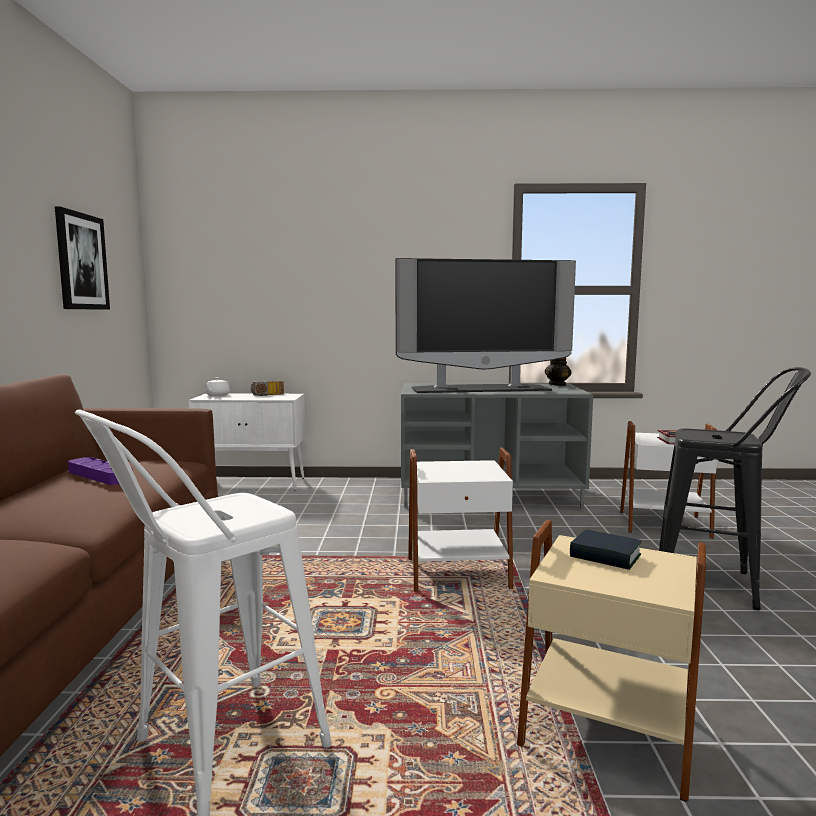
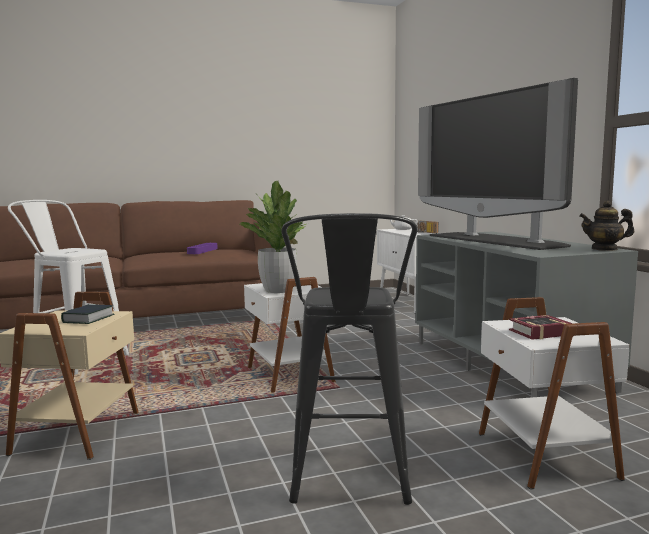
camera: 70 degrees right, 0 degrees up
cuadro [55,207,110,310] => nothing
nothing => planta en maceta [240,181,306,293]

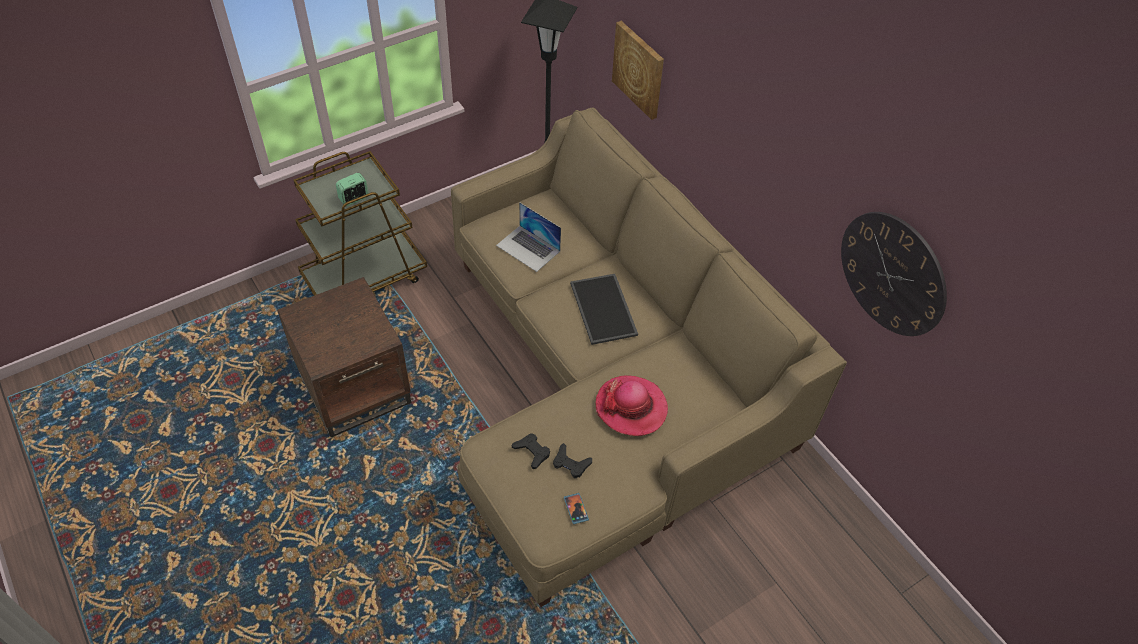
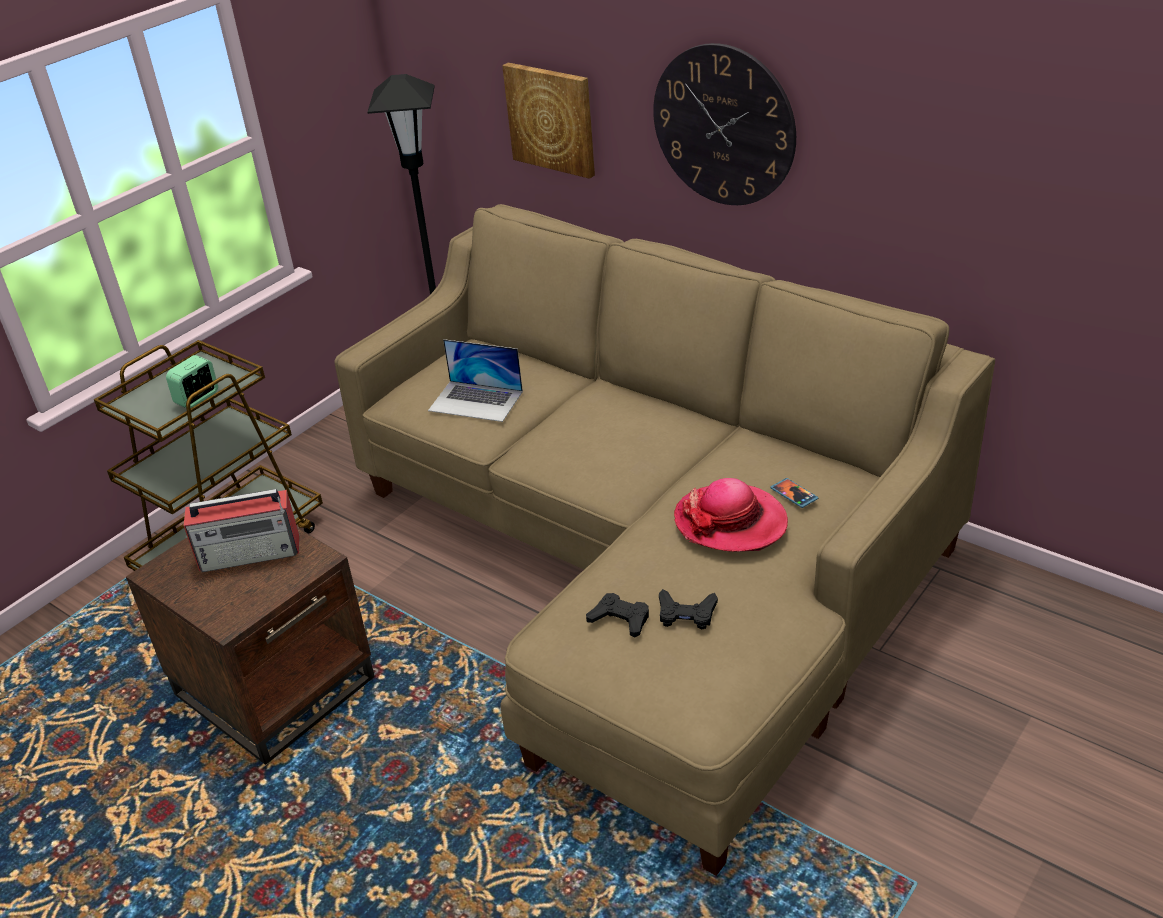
camera: 15 degrees left, 15 degrees down
bandeja [570,274,638,345] => nothing
nothing => radio [183,489,299,572]
móvil [564,493,589,524] => móvil [770,478,818,508], move
reloj de pared [841,212,947,336] => reloj de pared [653,43,796,205], move

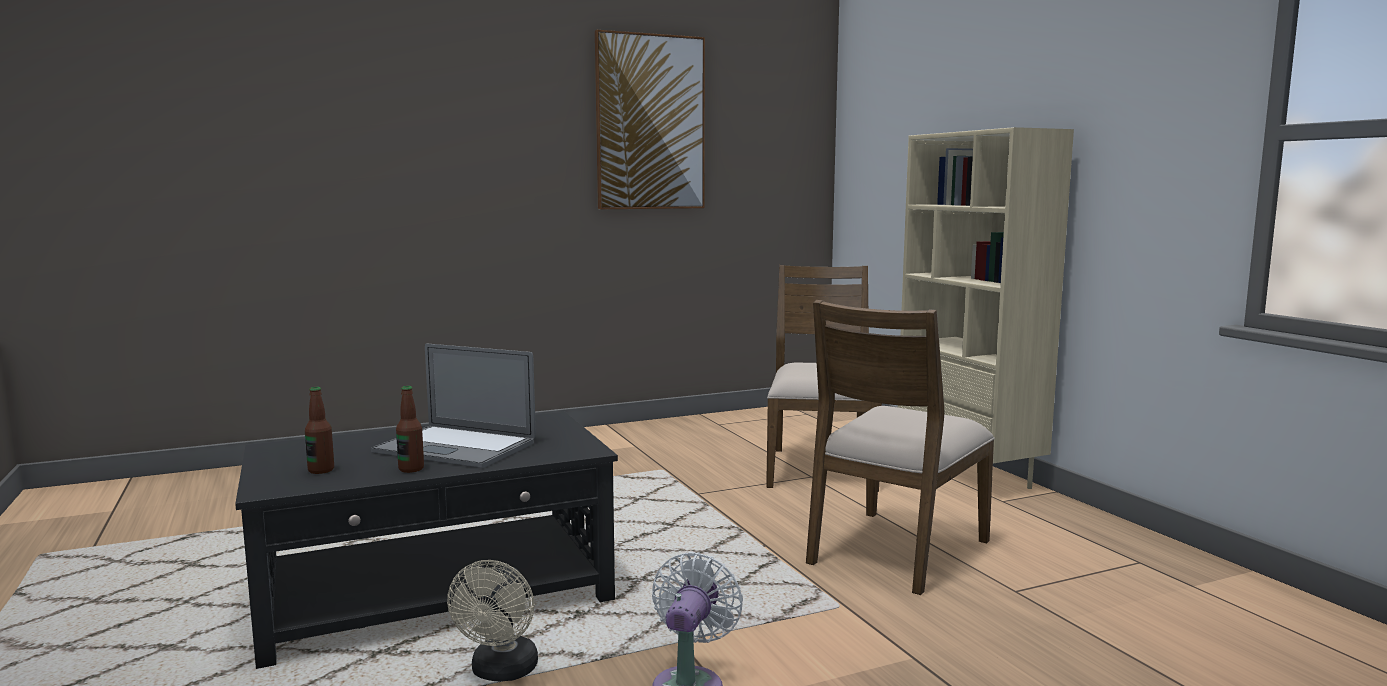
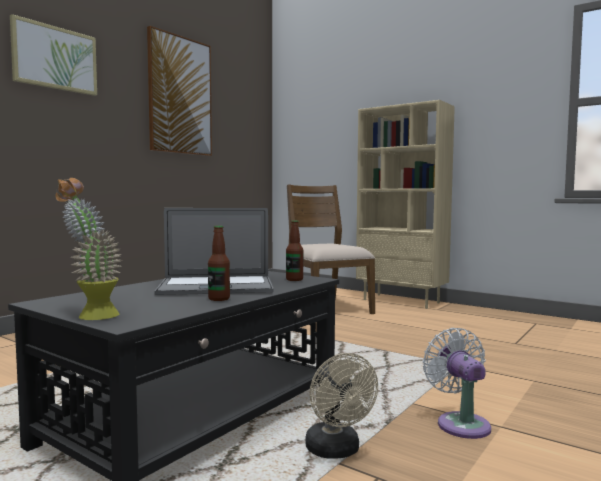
camera: 30 degrees left, 5 degrees down
silla/marrón [806,300,995,595] => nothing
nothing => cuadro [10,14,97,96]
nothing => planta en maceta [56,178,122,320]
botella [305,387,334,474] => botella [286,220,303,281], move

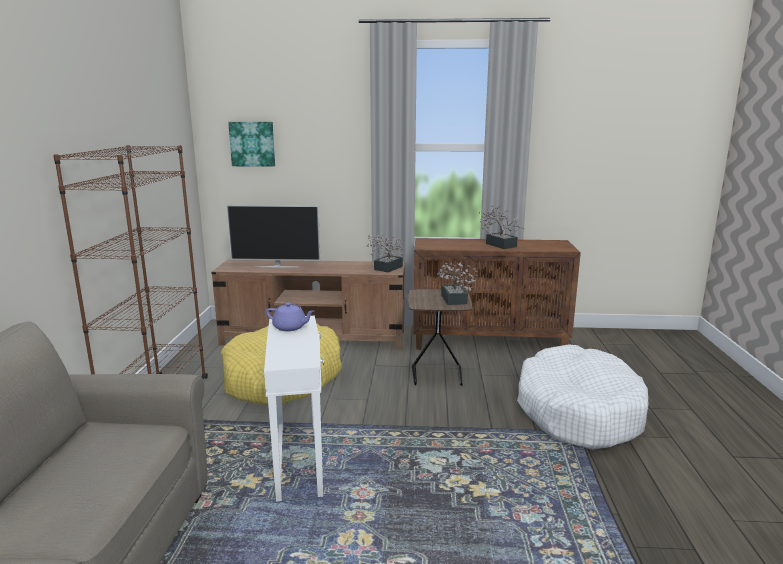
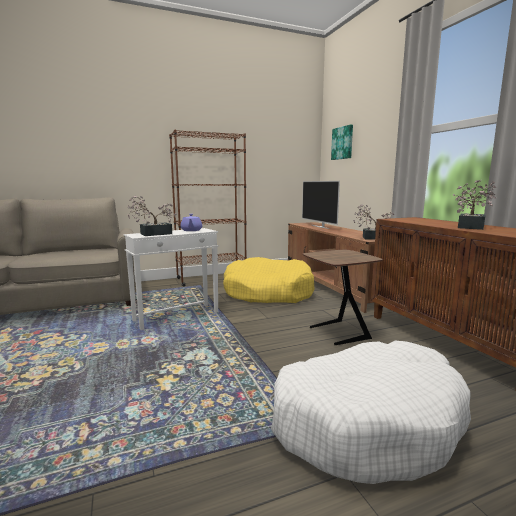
camera: 65 degrees right, 5 degrees down
planta en maceta [437,262,478,305] => planta en maceta [127,195,177,236], move

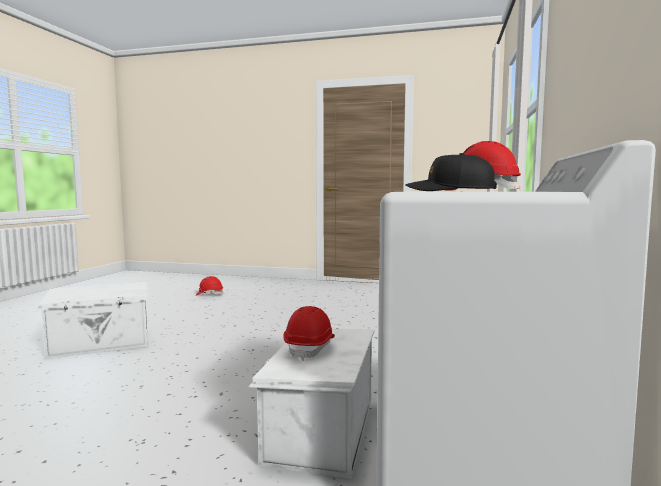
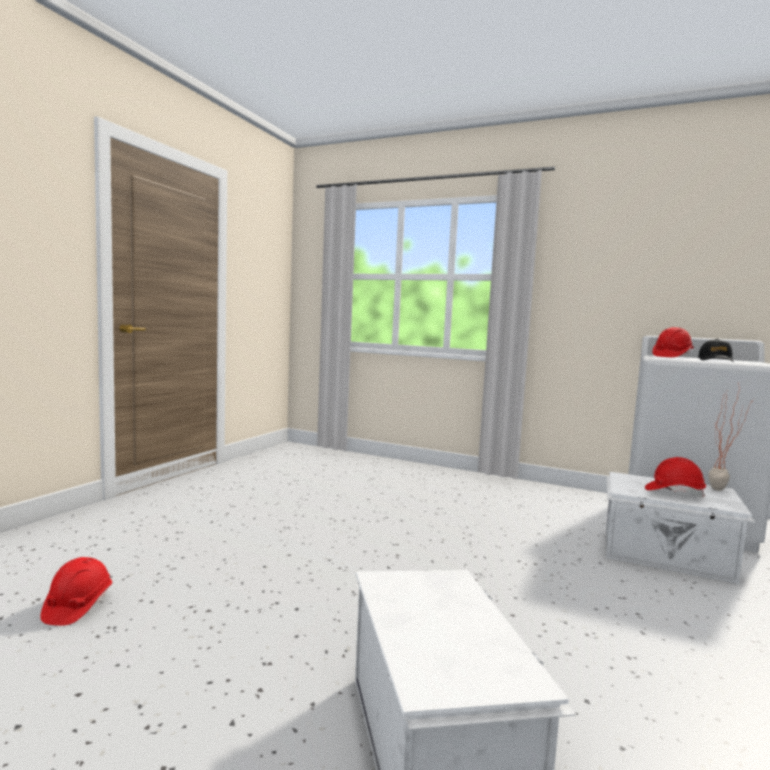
camera: 80 degrees left, 0 degrees up
nothing => planta en maceta [708,382,754,491]

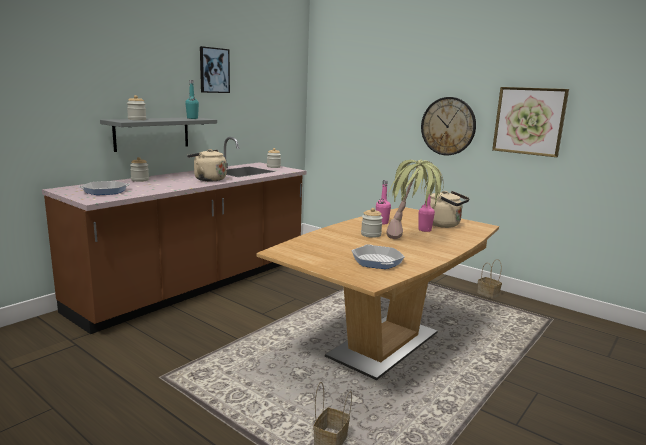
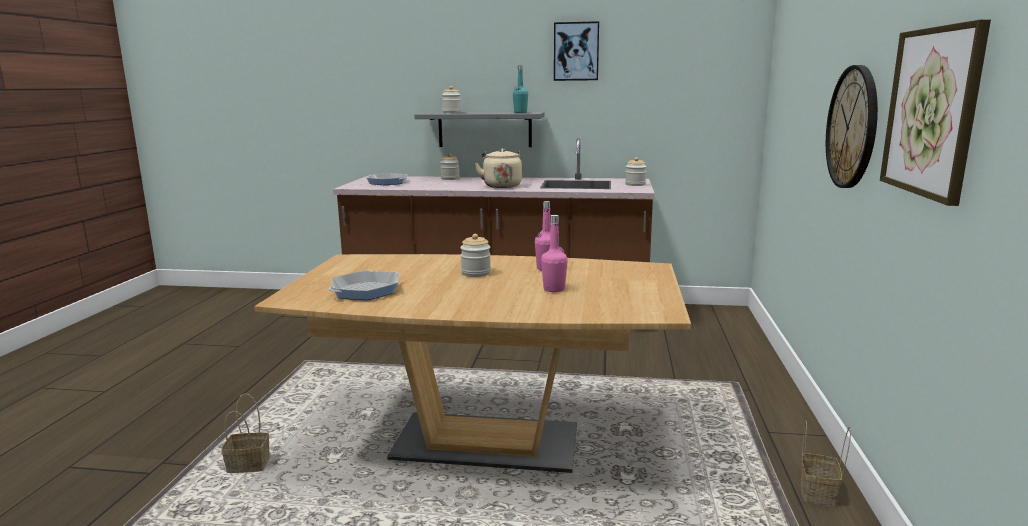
camera: 60 degrees right, 0 degrees up
planta en maceta [386,160,444,239] => nothing
hervidor/beis [430,191,470,228] => nothing

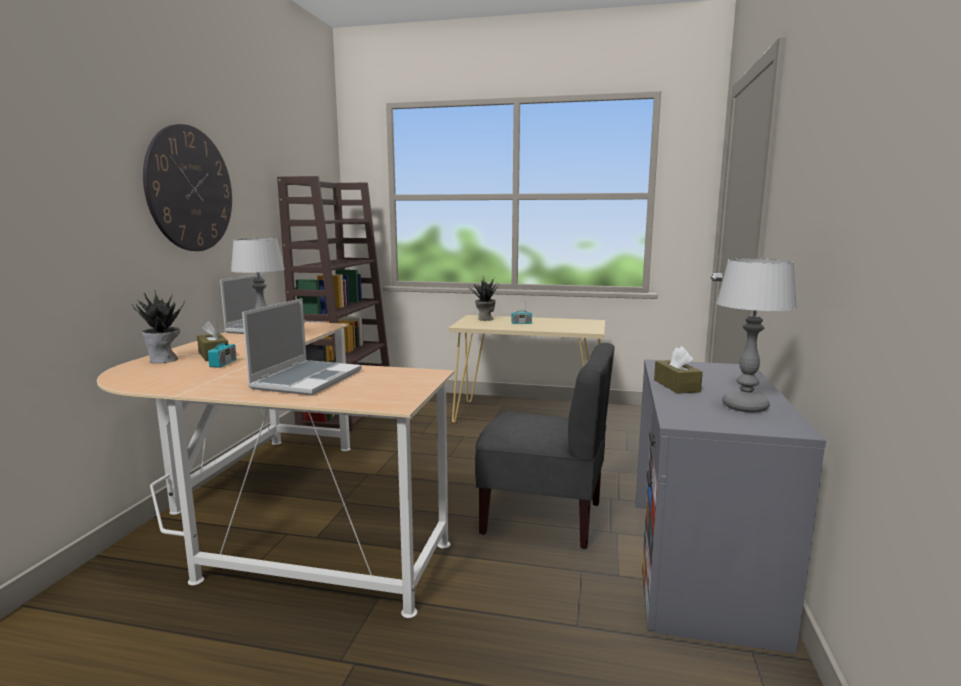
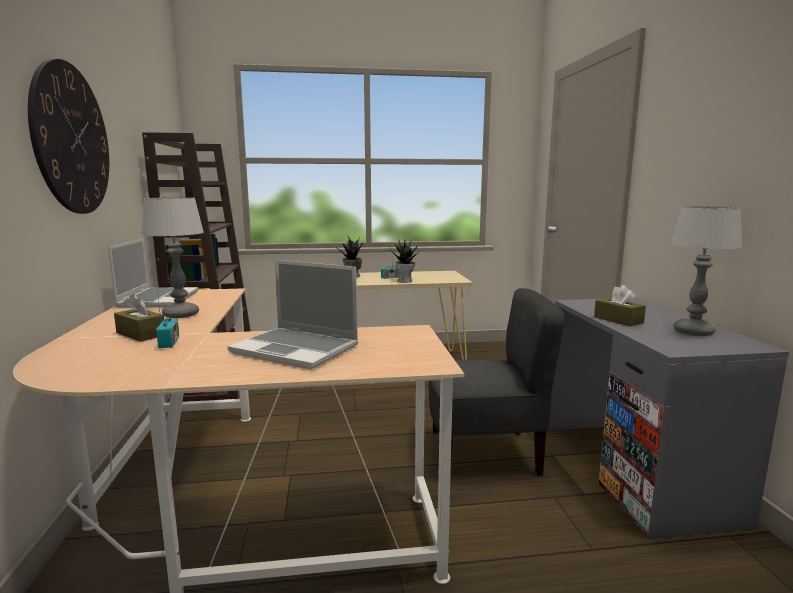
camera: 20 degrees left, 0 degrees up
planta en maceta [132,290,185,363] => planta en maceta [389,239,418,283], move
portátil [242,298,362,395] => portátil [227,260,358,370], 120 degrees clockwise

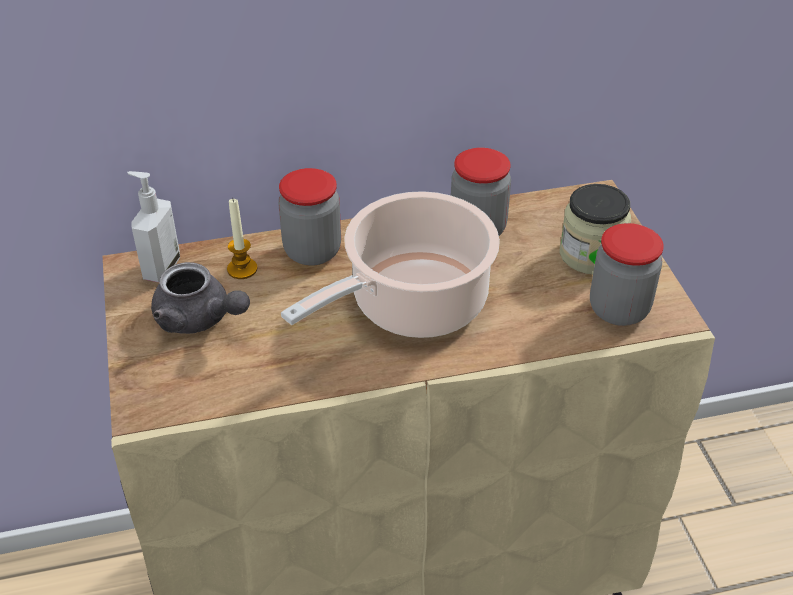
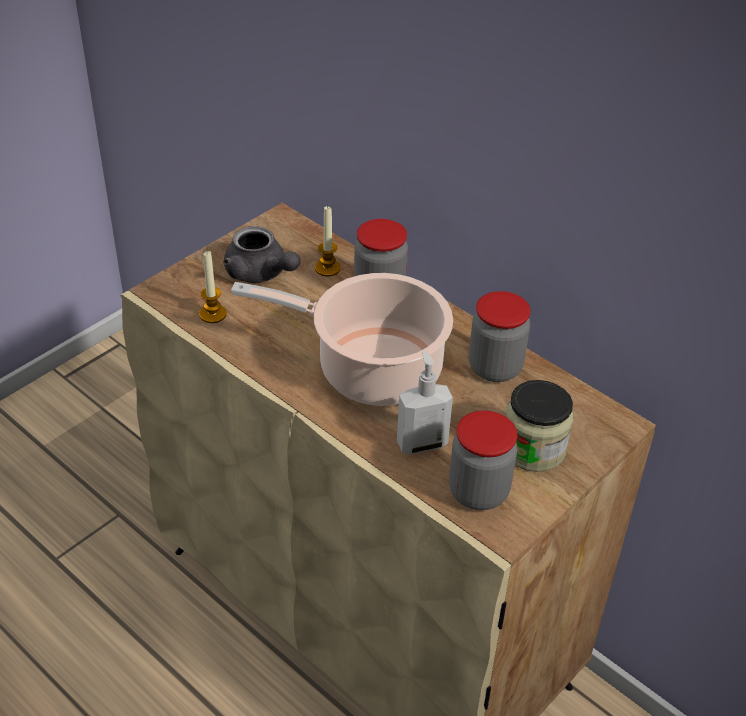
camera: 55 degrees right, 0 degrees up
nothing => vela [199,251,226,323]
dispensador de jabón [127,171,180,282] => dispensador de jabón [397,349,453,455], move
tetera/gris [151,262,250,334] => tetera/gris [223,226,301,283], 45 degrees counterclockwise

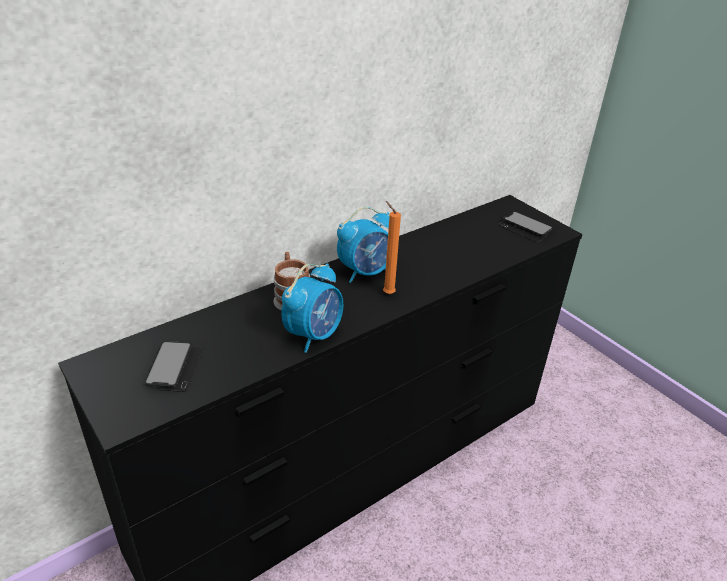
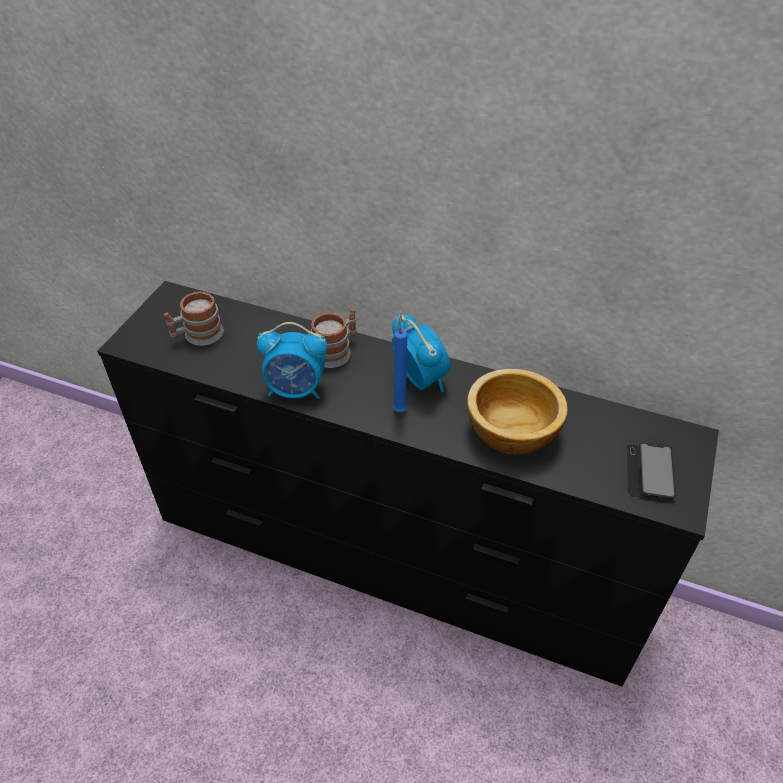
camera: 60 degrees right, 10 degrees up
nothing => cuenco [467,369,568,455]
móvil [144,341,203,392] => taza grande [164,291,224,346]
vela/naranja [383,201,401,294] => vela/azul [393,315,407,412]
despertador [337,207,389,283] => despertador [392,314,451,392], 150 degrees counterclockwise

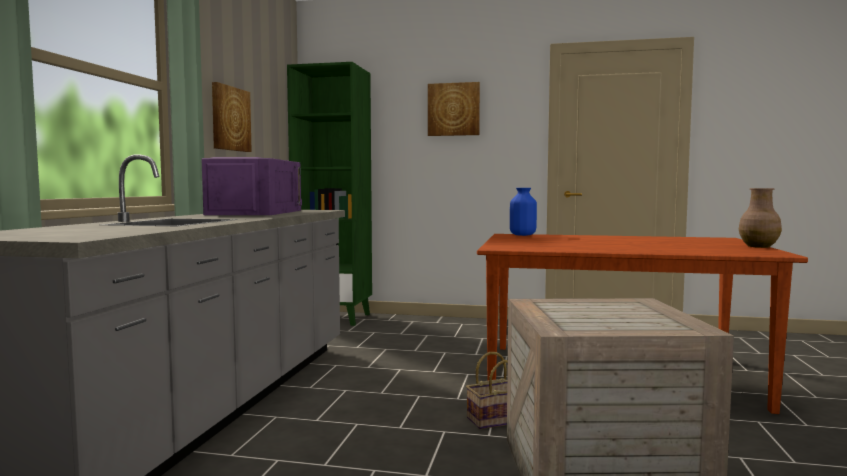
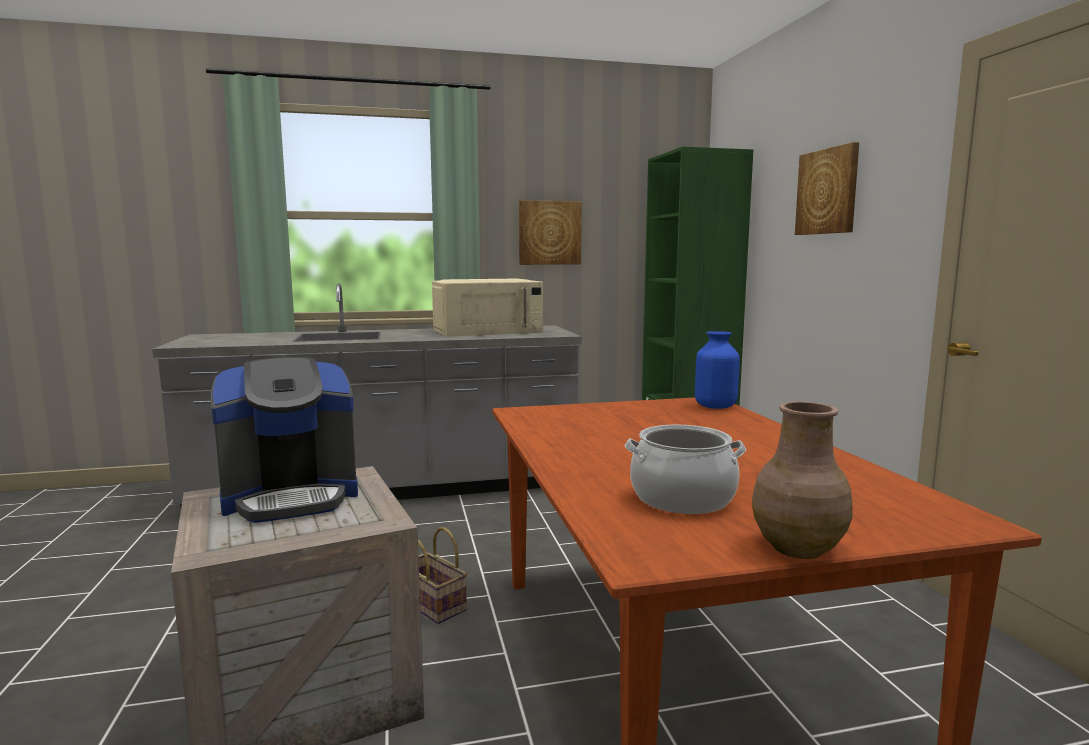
camera: 65 degrees right, 5 degrees up
nothing => cafetera [211,357,358,523]
nothing => olla [625,425,746,514]
microondas/morado [202,157,302,215] => microondas/beis [432,279,543,337]

